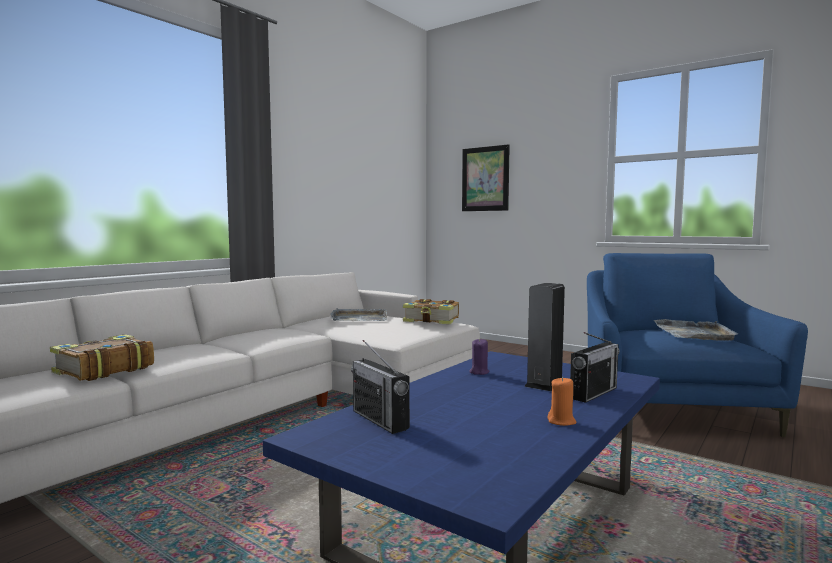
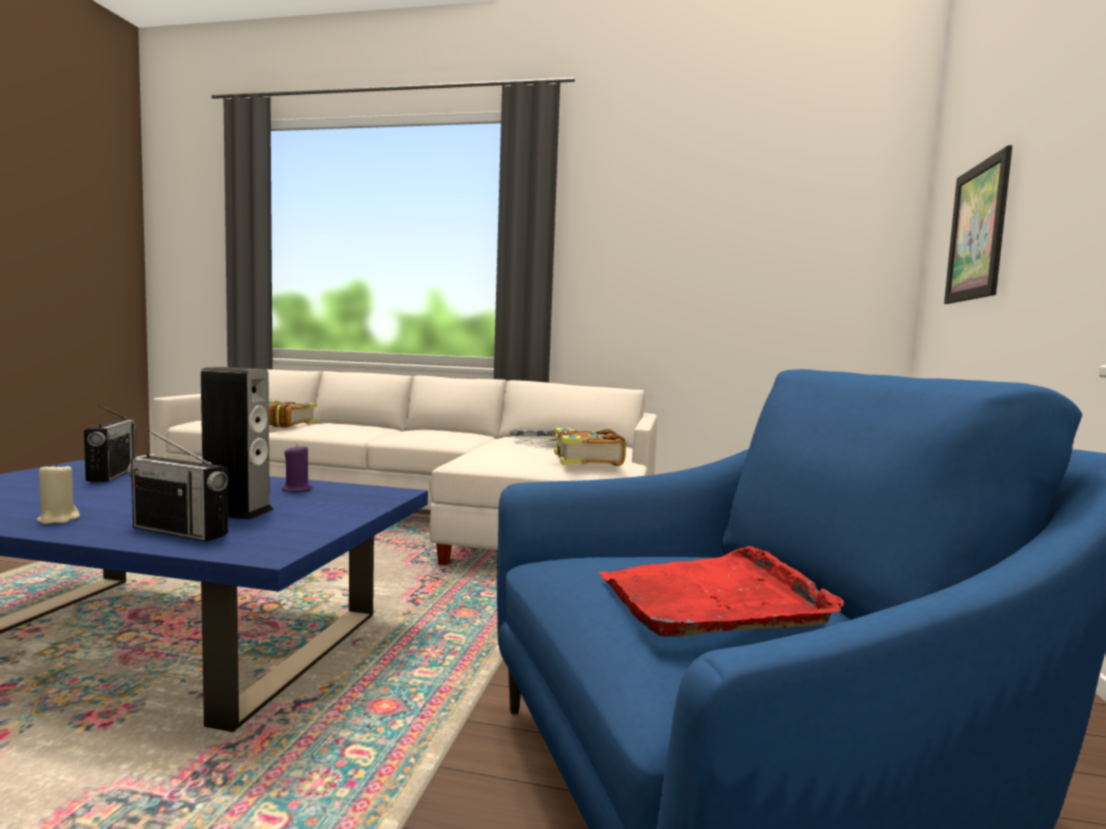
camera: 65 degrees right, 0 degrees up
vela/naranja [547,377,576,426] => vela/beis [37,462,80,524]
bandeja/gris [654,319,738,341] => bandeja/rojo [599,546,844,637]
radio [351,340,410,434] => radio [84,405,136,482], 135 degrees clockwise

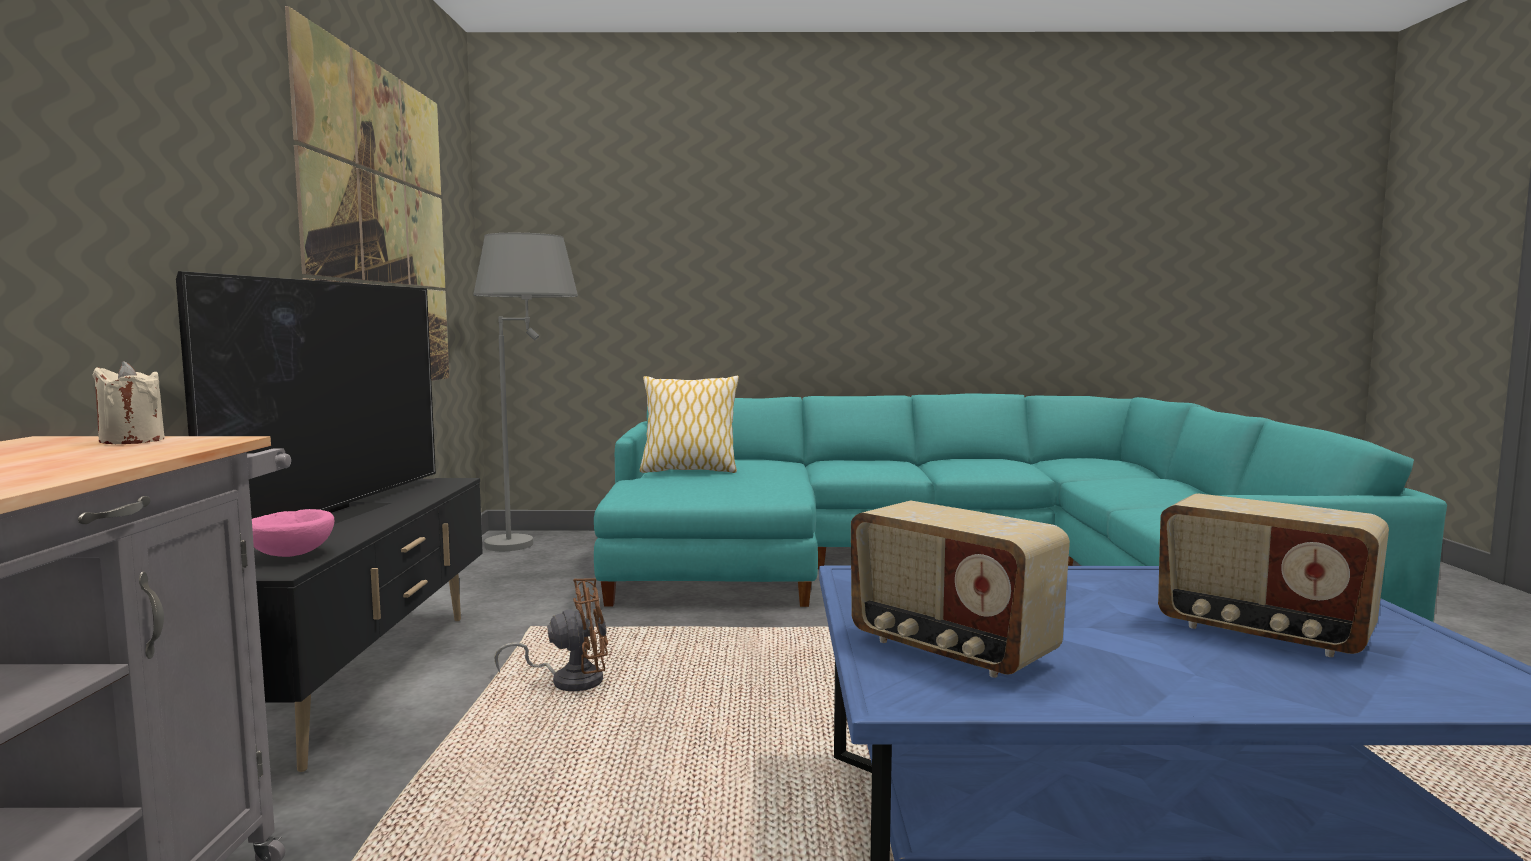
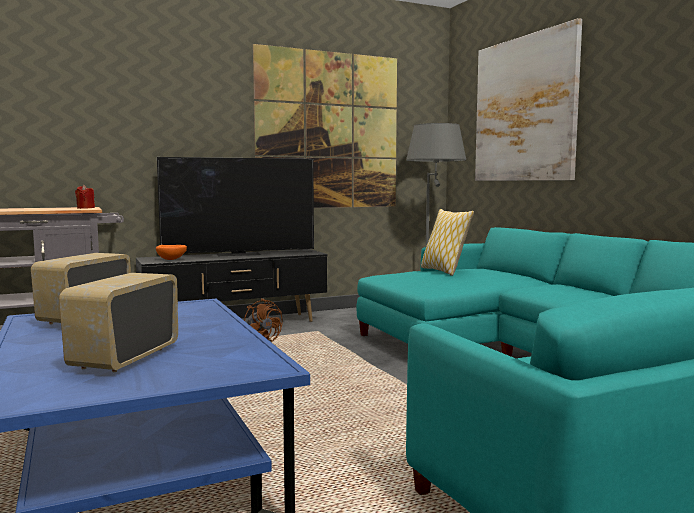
camera: 65 degrees right, 0 degrees up
nothing => cuadro [475,18,582,181]
vela/beis [92,361,165,444] => vela/rojo [75,185,95,209]
cuenco/rosa [252,509,334,557] => cuenco/naranja [156,245,187,260]

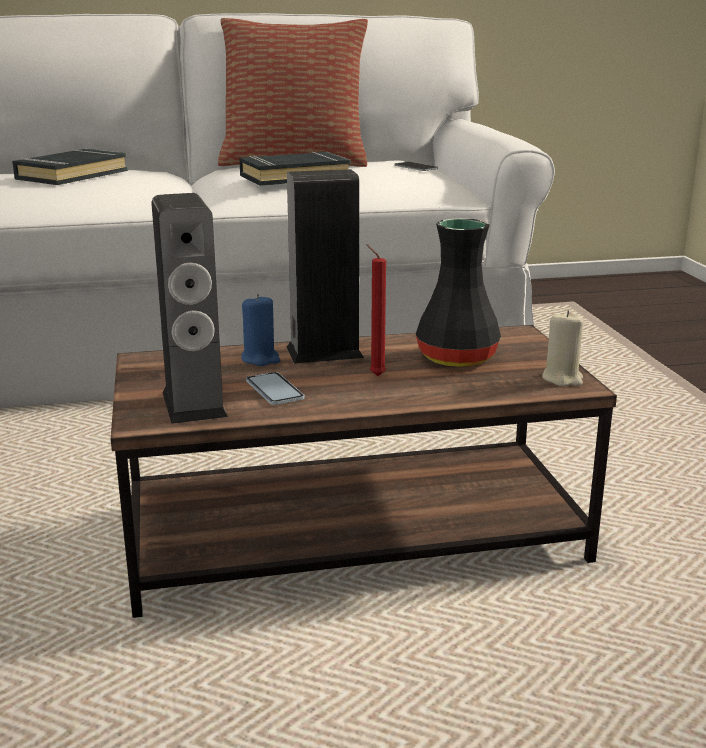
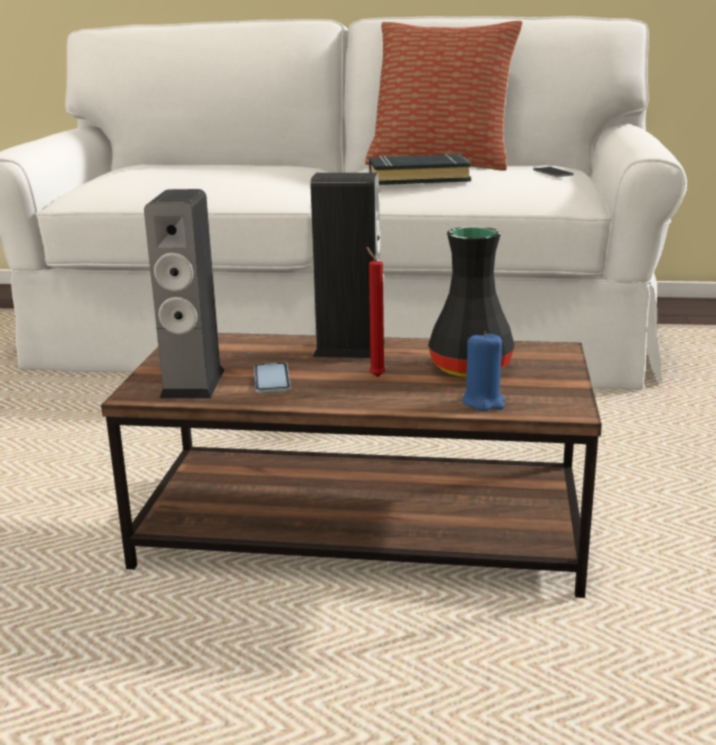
camera: 20 degrees right, 0 degrees up
libro/negro [12,149,128,185] => nothing
vela/beis [542,310,584,386] => nothing
vela/azul [241,294,281,366] => vela/azul [463,331,505,411], move

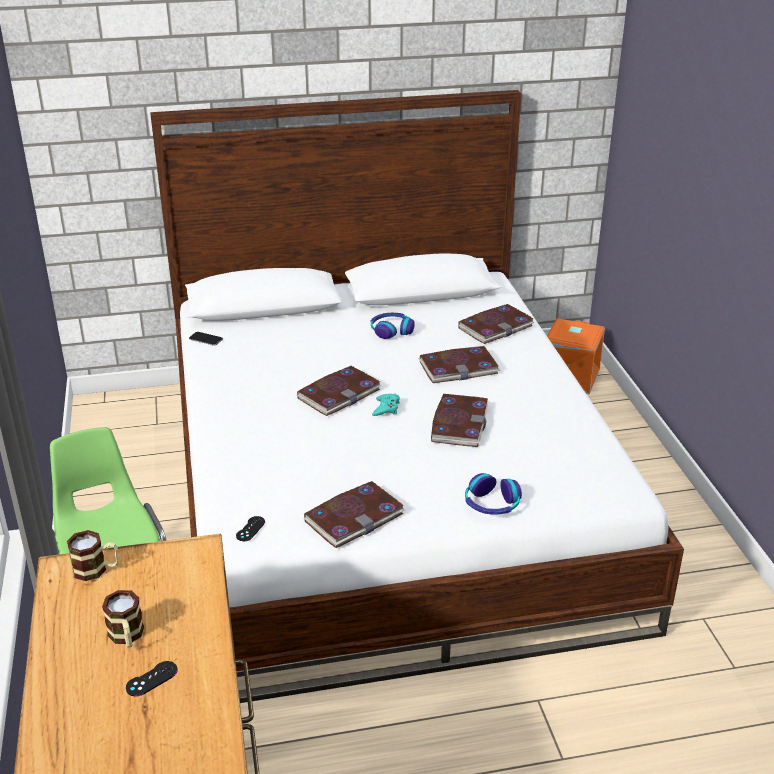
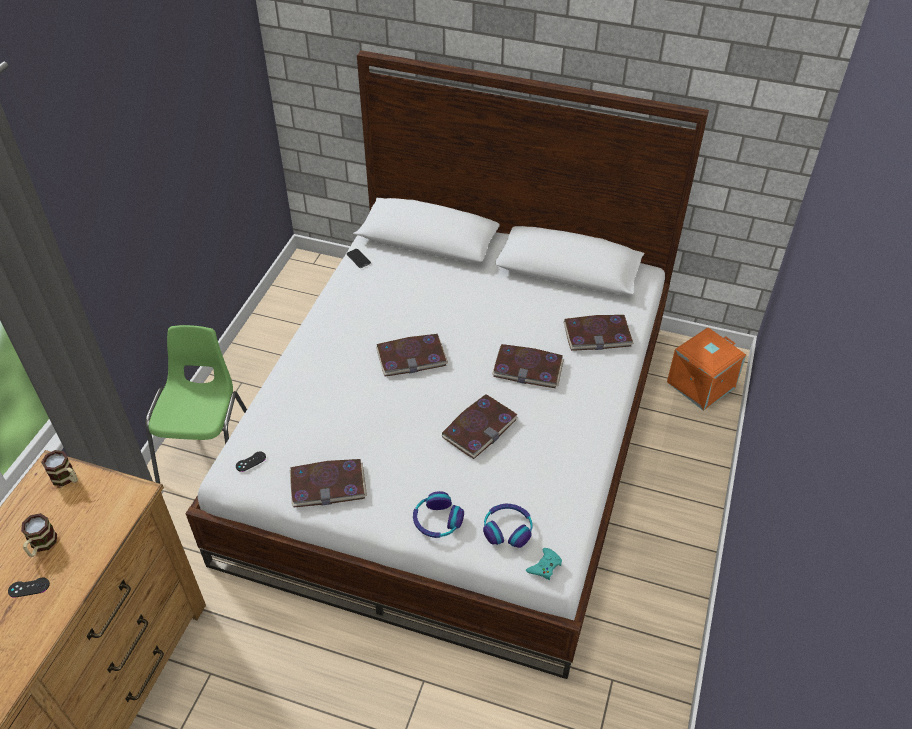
camera: 30 degrees right, 15 degrees up
auriculares [371,313,415,339] => auriculares [483,504,533,548], move
mando de consola/turquesa [372,393,400,416] => mando de consola/turquesa [526,548,562,580], move

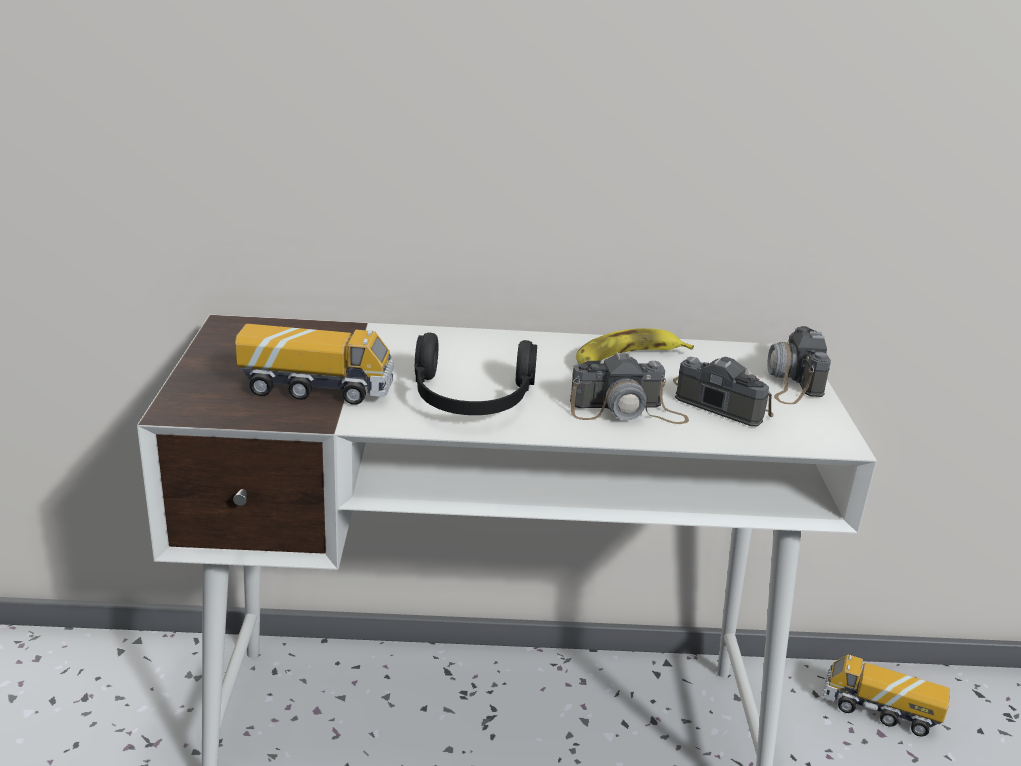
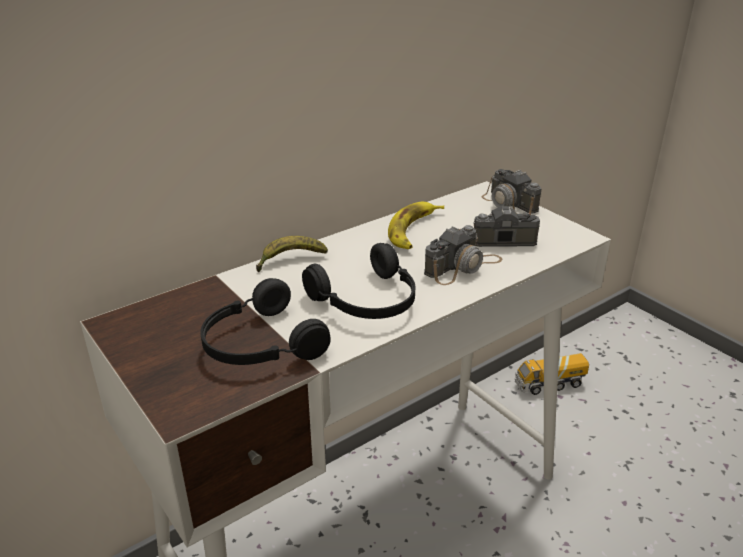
camera: 35 degrees left, 5 degrees up
nothing => plátano [256,236,328,272]
camión de juguete [235,324,393,405] => auriculares/negro [200,278,331,365]

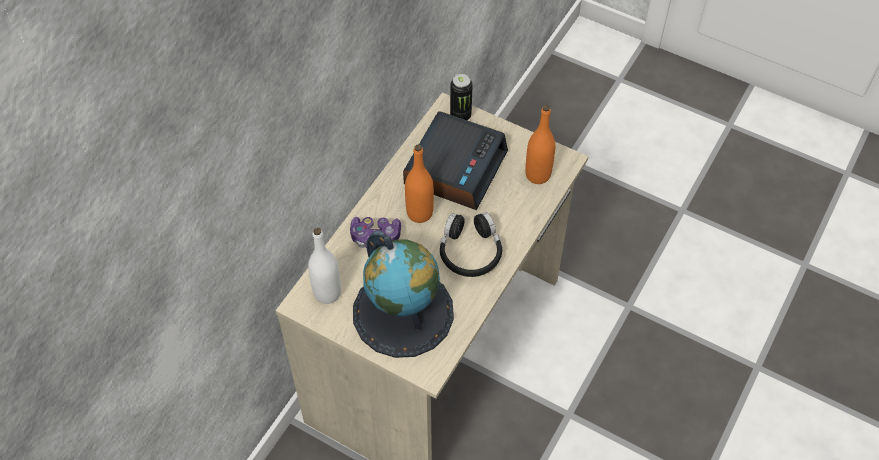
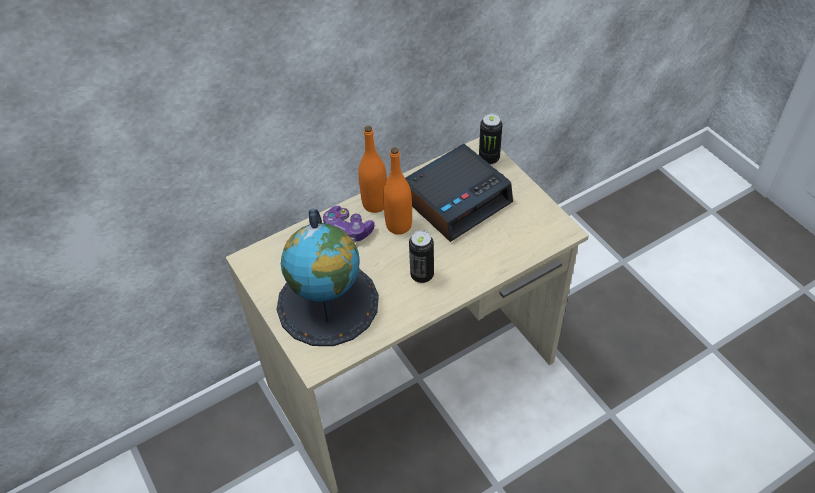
camera: 30 degrees right, 5 degrees down
botella/blanco [308,228,341,304] => nothing
botella/naranja [525,105,555,184] => botella/naranja [358,126,387,213], move
auriculares/negro [440,212,502,277] => lata [409,230,434,283]

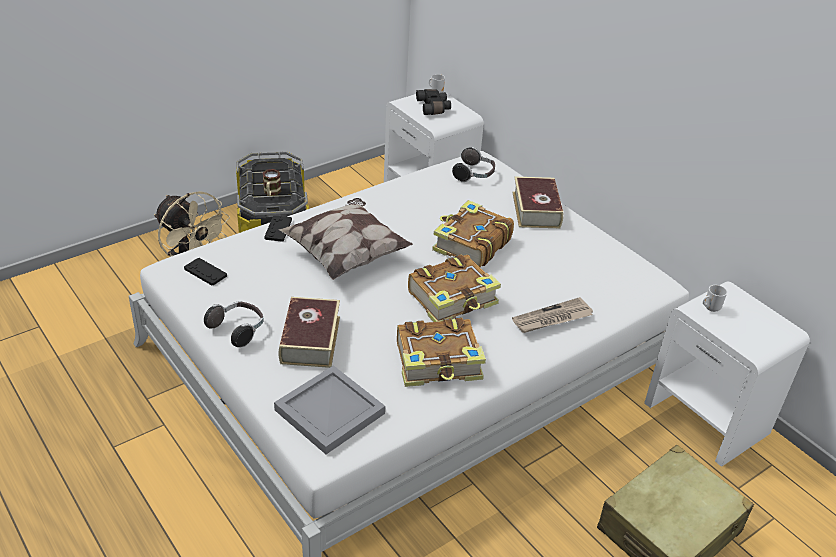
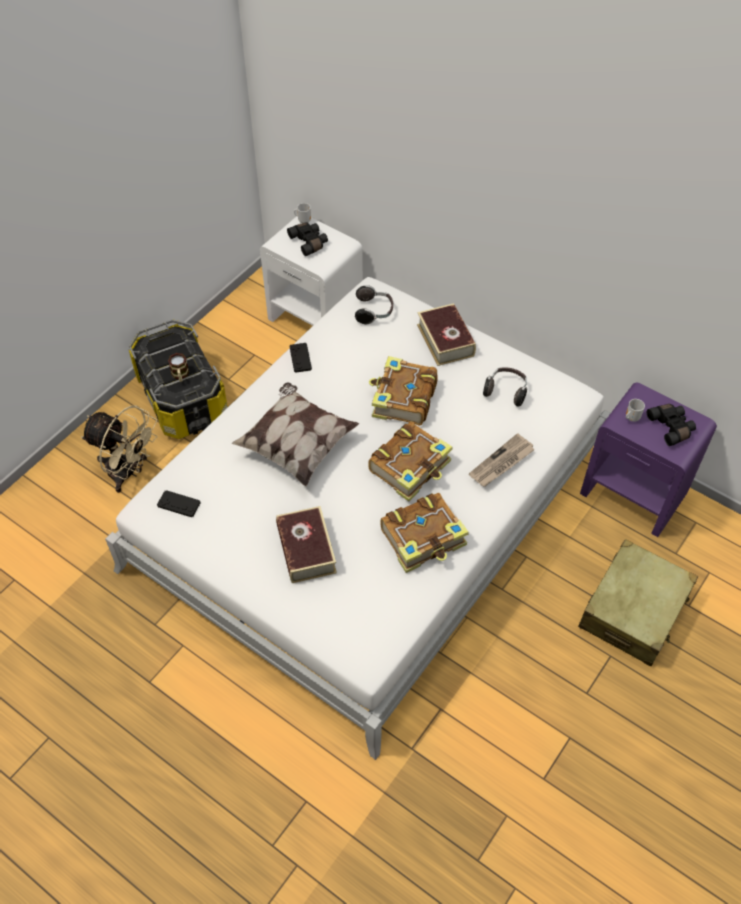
camera: 15 degrees left, 15 degrees up
bandeja/gris [274,365,385,454] => nothing
nothing => prismáticos/negro [647,404,696,446]
auriculares [204,302,264,347] => auriculares [483,367,527,407], move
mando de consola/negro [264,215,292,242] => mando de consola/negro [289,343,312,373], move
mesita de noche/blanco [644,281,810,467] => mesita de noche/morado [580,383,717,537]

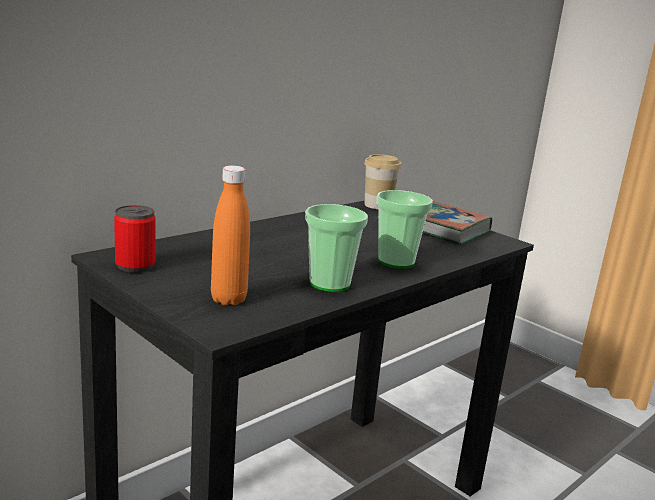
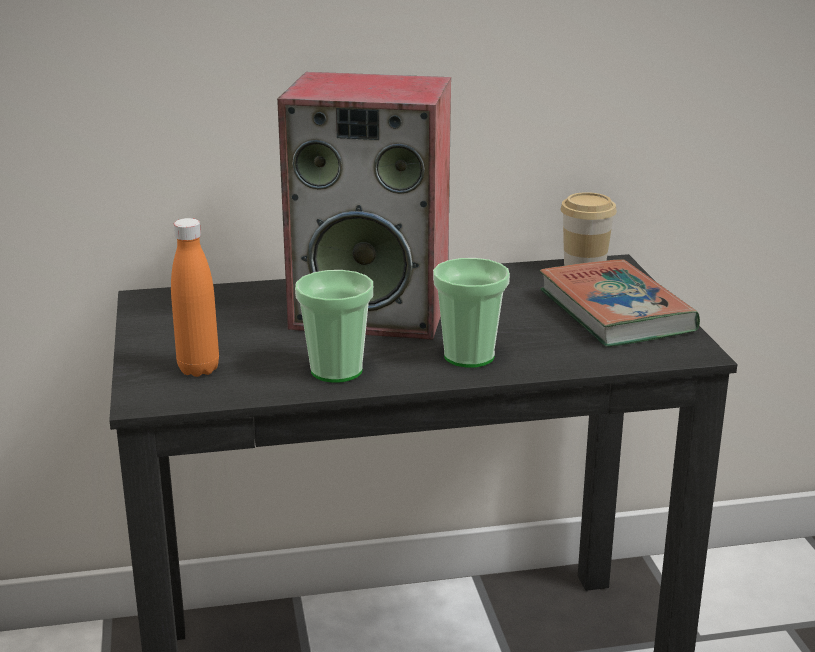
camera: 35 degrees right, 5 degrees up
lata [114,205,156,272] => nothing
nothing => altavoz [277,72,451,340]

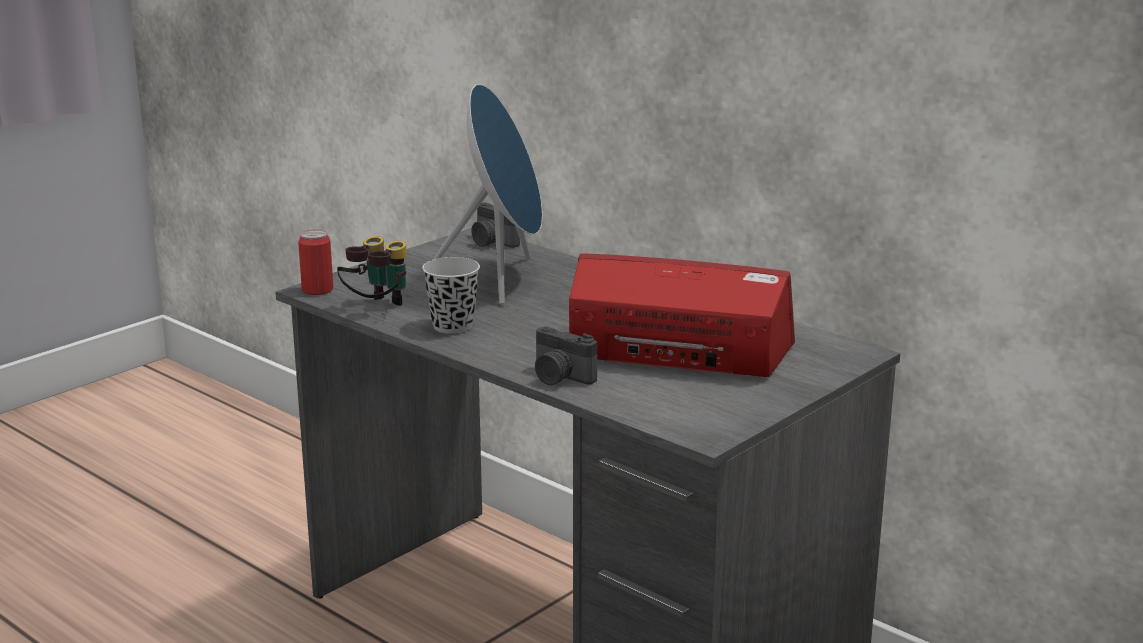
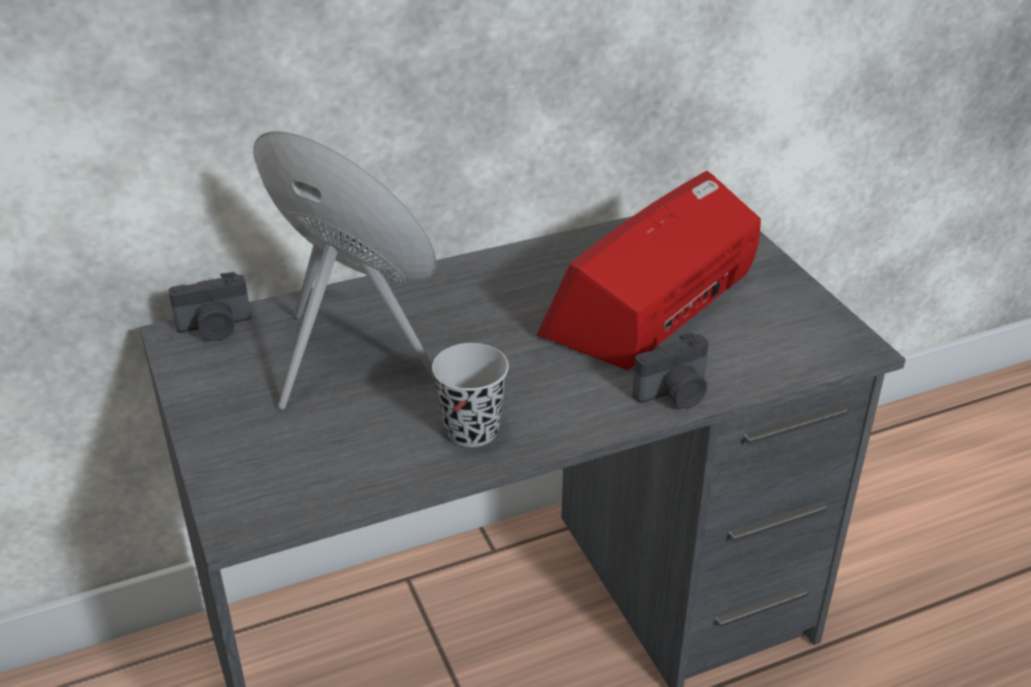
camera: 65 degrees left, 15 degrees up
lata [298,229,333,295] => nothing
prismáticos [337,236,406,306] => nothing

